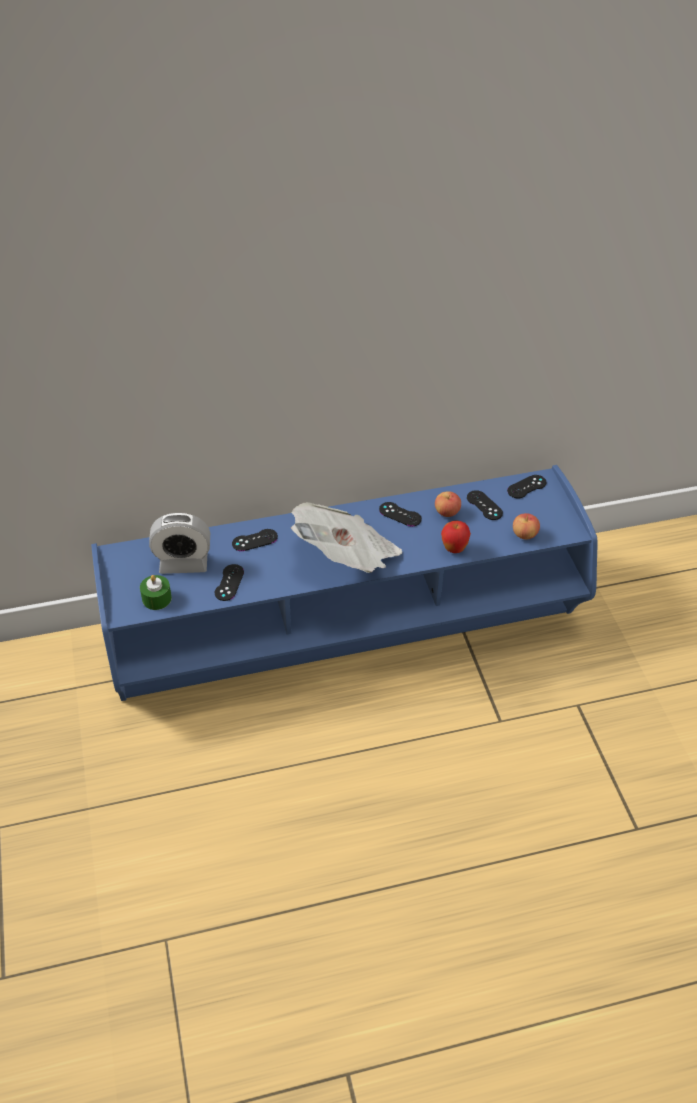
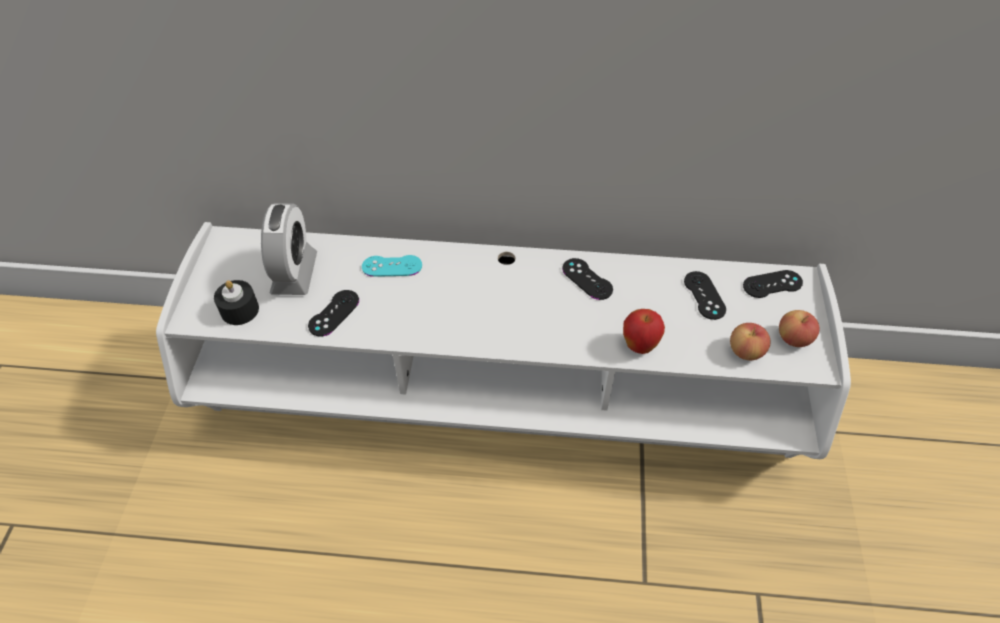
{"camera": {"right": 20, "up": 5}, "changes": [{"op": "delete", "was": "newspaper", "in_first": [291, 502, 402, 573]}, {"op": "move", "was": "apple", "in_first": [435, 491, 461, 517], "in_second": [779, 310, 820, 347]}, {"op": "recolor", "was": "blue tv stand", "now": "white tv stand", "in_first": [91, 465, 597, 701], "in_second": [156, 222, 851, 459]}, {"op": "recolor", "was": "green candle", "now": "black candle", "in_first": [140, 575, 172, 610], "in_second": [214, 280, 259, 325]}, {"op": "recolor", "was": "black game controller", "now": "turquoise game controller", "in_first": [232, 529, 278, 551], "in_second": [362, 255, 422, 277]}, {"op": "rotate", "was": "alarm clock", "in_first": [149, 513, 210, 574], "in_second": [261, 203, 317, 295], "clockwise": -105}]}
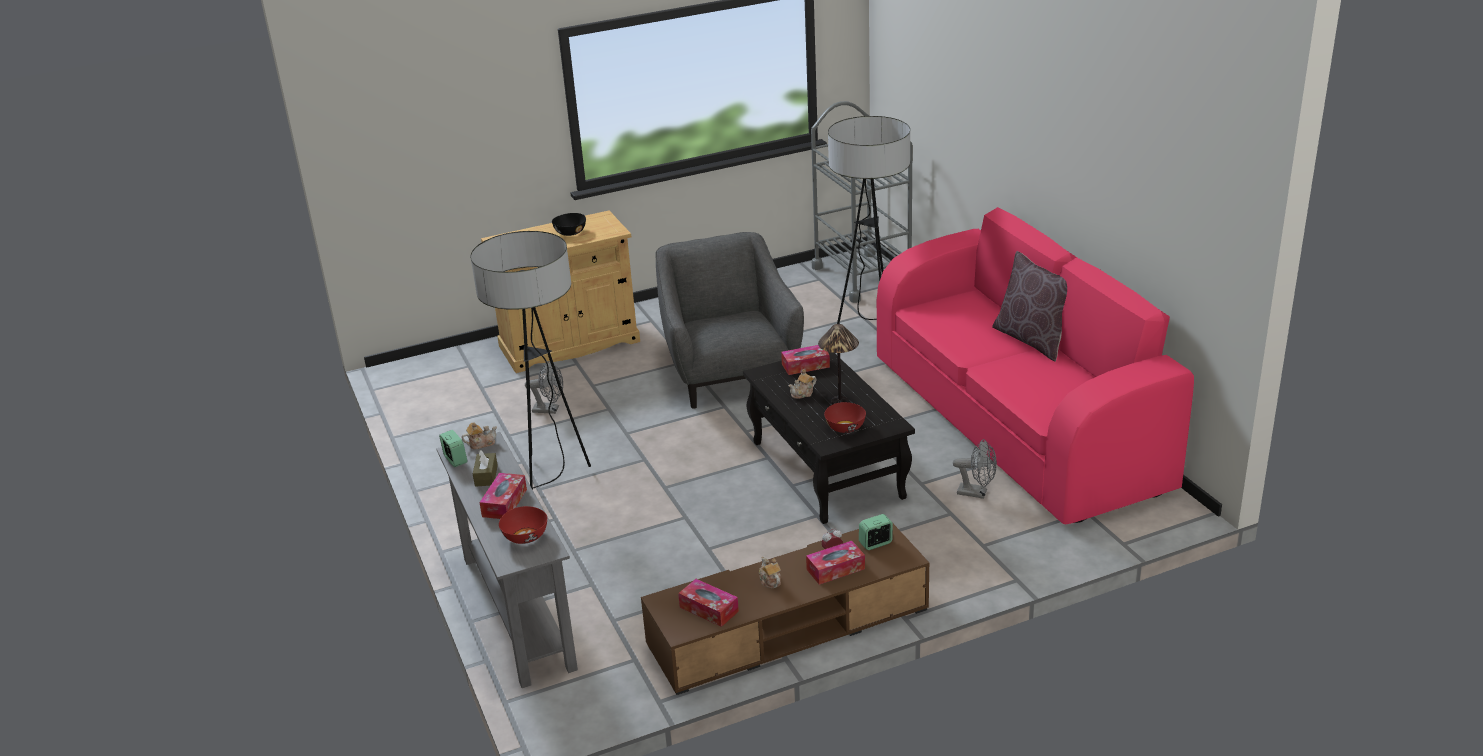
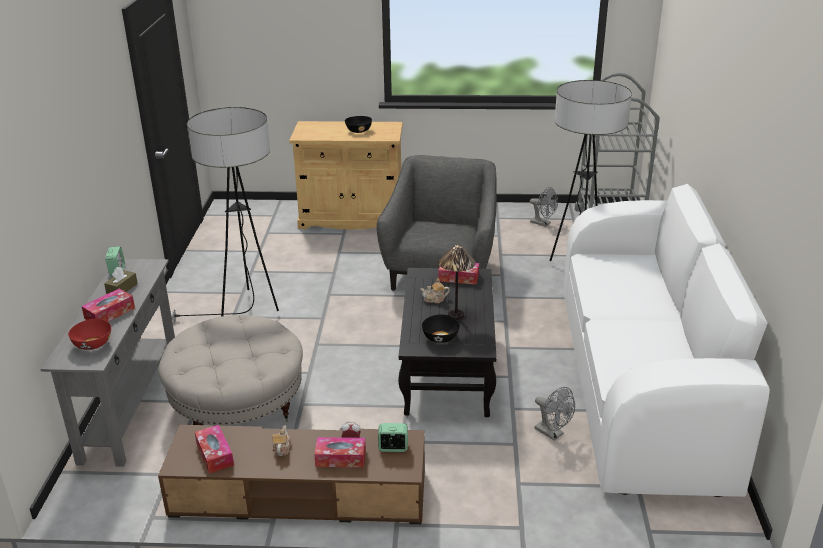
{"camera": {"right": 25, "up": 0}, "changes": [{"op": "delete", "was": "teapot", "in_first": [462, 422, 497, 449]}, {"op": "delete", "was": "brown pillow", "in_first": [992, 251, 1067, 362]}, {"op": "insert", "now": "beige ottoman", "in_second": [158, 315, 303, 425]}, {"op": "move", "was": "grey fan", "in_first": [525, 361, 563, 414], "in_second": [530, 187, 558, 227]}, {"op": "recolor", "was": "red bowl", "now": "black bowl", "in_first": [824, 402, 866, 433], "in_second": [422, 314, 460, 343]}, {"op": "recolor", "was": "pink sofa", "now": "white sofa", "in_first": [877, 207, 1194, 524], "in_second": [563, 184, 770, 497]}]}
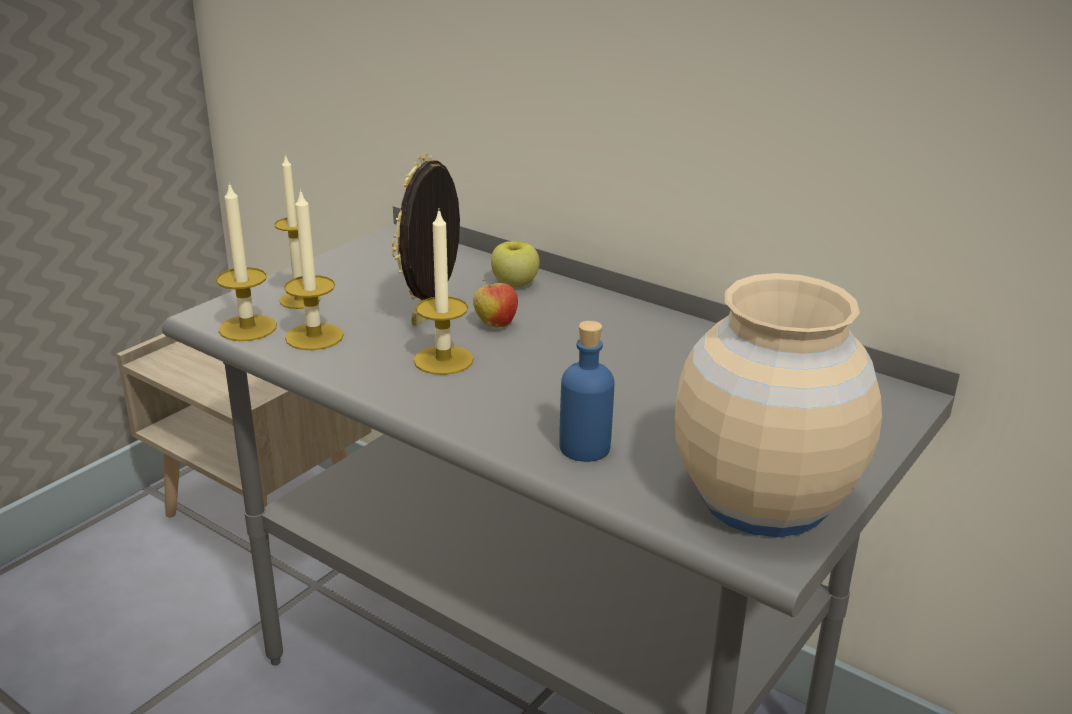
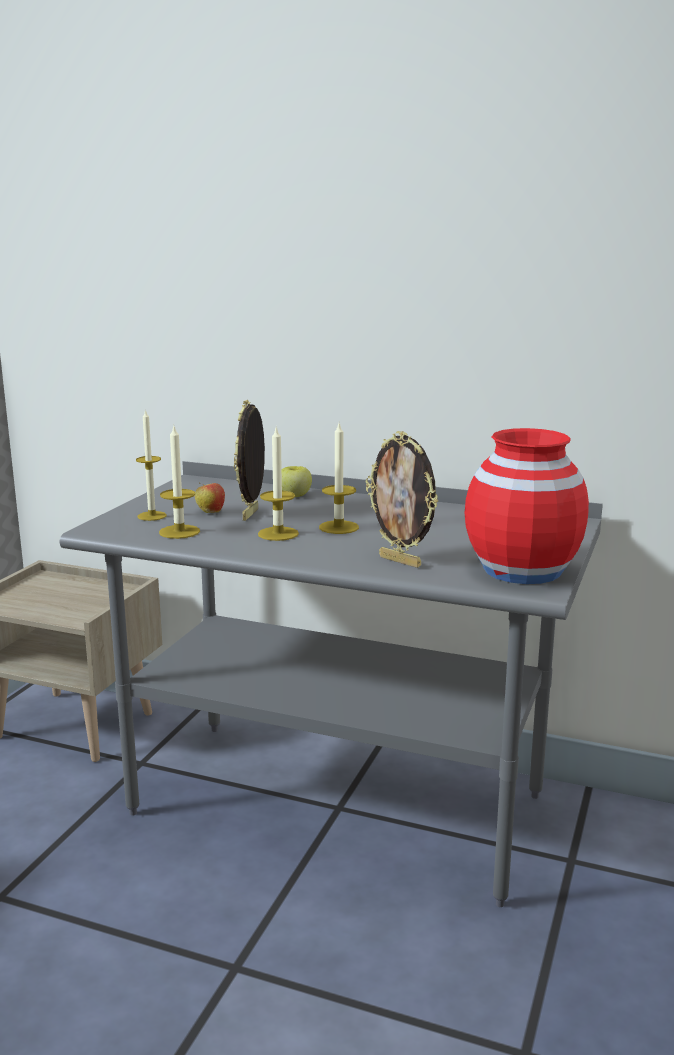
{"camera": {"right": -15, "up": -10}, "changes": [{"op": "move", "was": "candle", "in_first": [216, 182, 277, 341], "in_second": [319, 423, 359, 534]}, {"op": "move", "was": "apple", "in_first": [473, 279, 518, 328], "in_second": [195, 482, 225, 513]}, {"op": "replace", "was": "blue bottle", "now": "picture frame", "in_first": [559, 321, 615, 462], "in_second": [366, 431, 438, 568]}, {"op": "recolor", "was": "beige vase", "now": "red vase", "in_first": [675, 273, 882, 537], "in_second": [465, 428, 589, 584]}]}
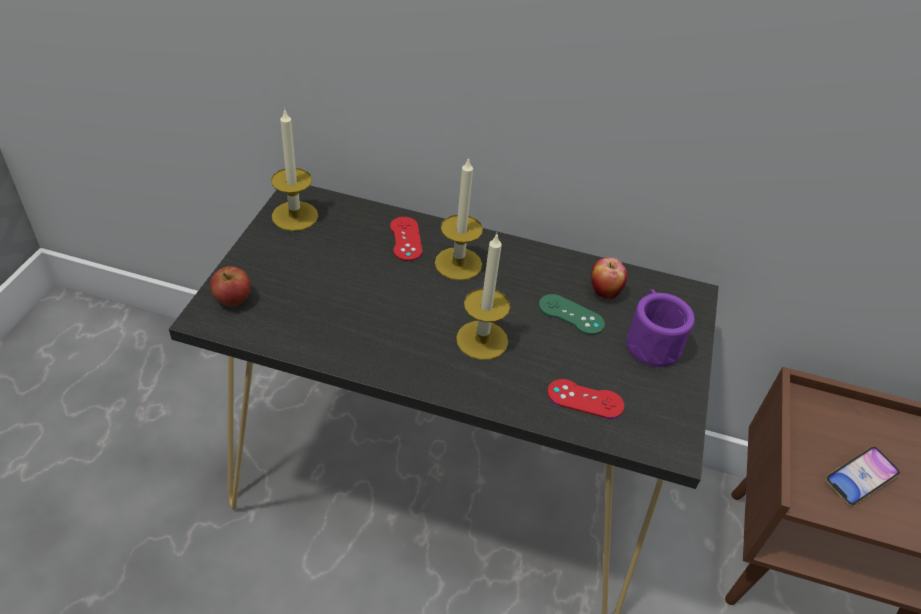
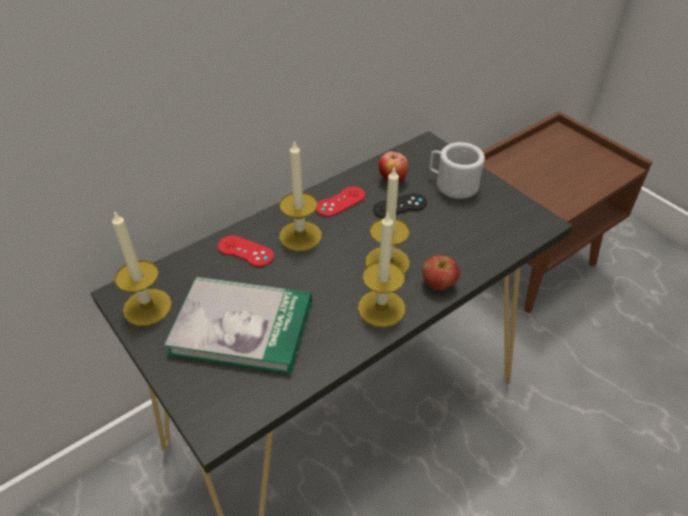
{"camera": {"right": -50, "up": 0}, "changes": [{"op": "delete", "was": "phone", "in_first": [825, 446, 900, 506]}, {"op": "insert", "now": "book", "in_second": [164, 277, 312, 374]}, {"op": "insert", "now": "candle", "in_second": [358, 213, 405, 327]}, {"op": "move", "was": "apple", "in_first": [210, 266, 251, 307], "in_second": [422, 255, 460, 290]}, {"op": "move", "was": "red game controller", "in_first": [547, 379, 624, 419], "in_second": [316, 186, 365, 217]}, {"op": "recolor", "was": "green game controller", "now": "black game controller", "in_first": [539, 294, 605, 335], "in_second": [373, 193, 427, 218]}, {"op": "recolor", "was": "purple mug", "now": "white mug", "in_first": [626, 289, 695, 367], "in_second": [429, 142, 485, 199]}]}
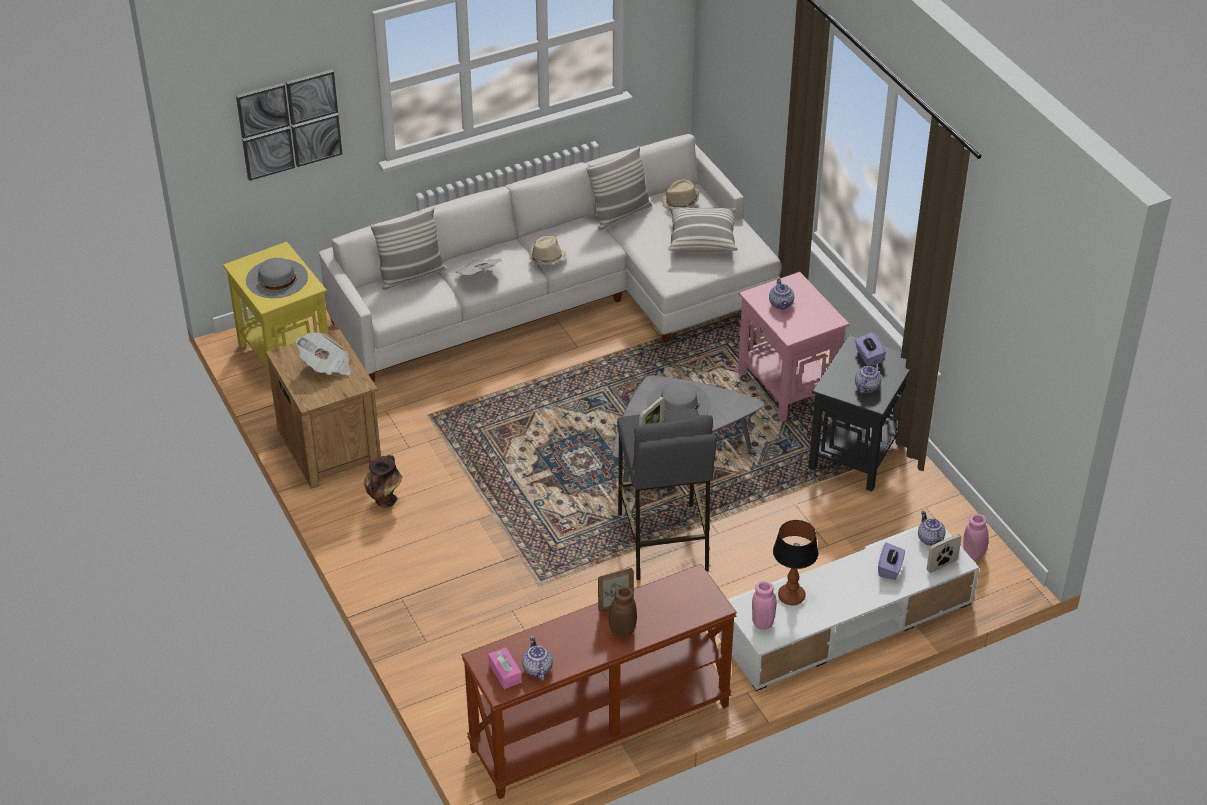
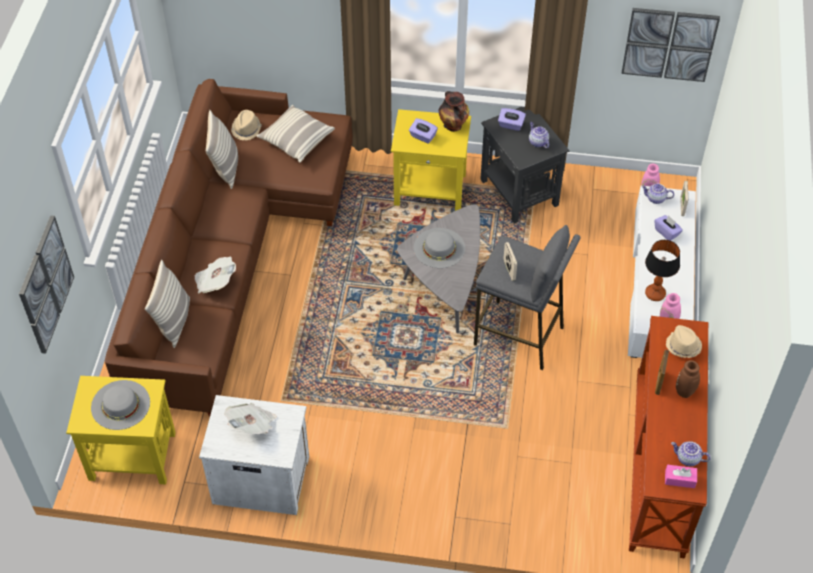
{"camera": {"right": -55, "up": 10}, "changes": [{"op": "insert", "now": "picture", "in_second": [622, 8, 720, 82]}, {"op": "move", "was": "vase", "in_first": [364, 455, 402, 508], "in_second": [438, 91, 469, 132]}, {"op": "move", "was": "beige hat", "in_first": [529, 236, 566, 265], "in_second": [666, 325, 702, 358]}, {"op": "replace", "was": "teapot", "now": "purple tissue box", "in_first": [769, 278, 794, 310], "in_second": [409, 118, 438, 144]}, {"op": "recolor", "was": "brown nightstand", "now": "white nightstand", "in_first": [266, 329, 381, 489], "in_second": [199, 395, 309, 515]}, {"op": "recolor", "was": "white sofa", "now": "brown sofa", "in_first": [319, 134, 782, 381], "in_second": [104, 79, 353, 417]}, {"op": "recolor", "was": "pink side table", "now": "yellow side table", "in_first": [738, 272, 850, 422], "in_second": [391, 109, 471, 211]}]}
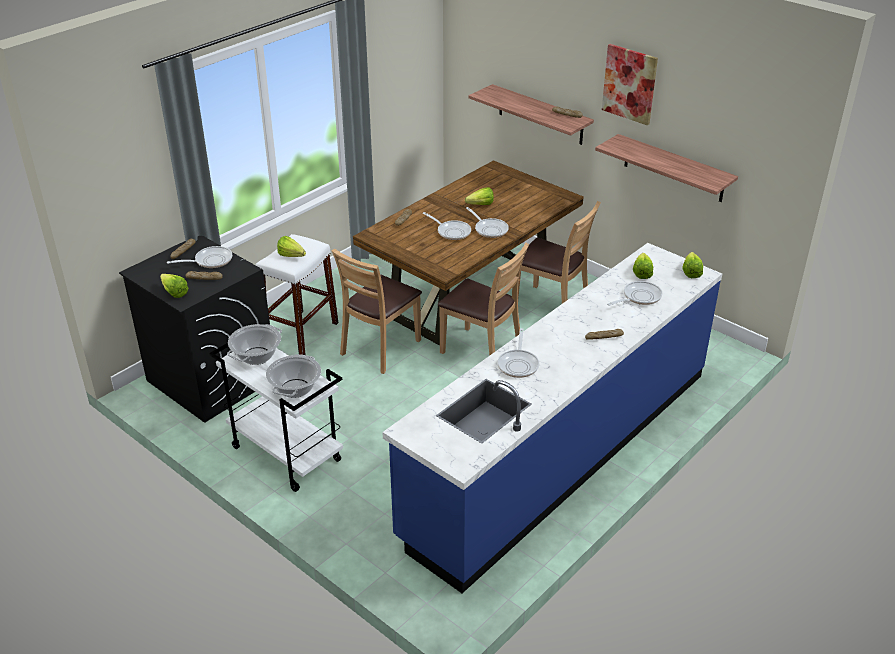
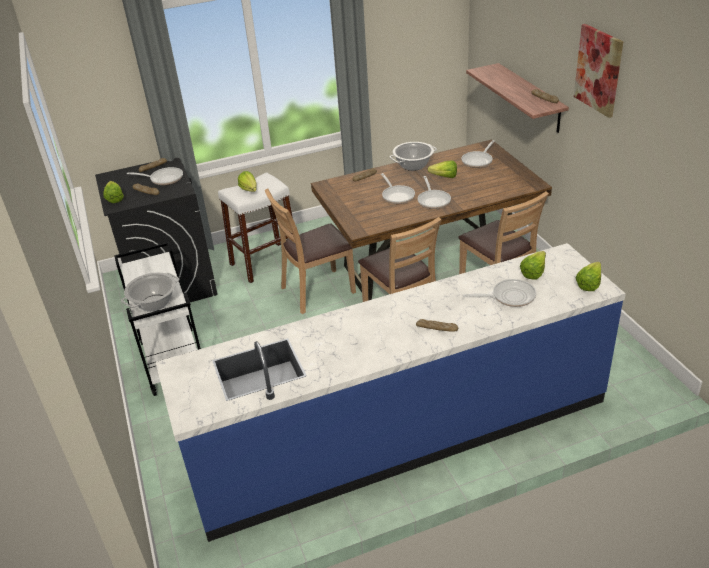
{"camera": {"right": 30, "up": 0}, "changes": [{"op": "delete", "was": "shelf", "in_first": [595, 134, 738, 202]}, {"op": "move", "was": "cooking pot", "in_first": [227, 324, 282, 365], "in_second": [389, 142, 437, 171]}, {"op": "move", "was": "frying pan", "in_first": [497, 328, 539, 378], "in_second": [461, 140, 495, 168]}]}
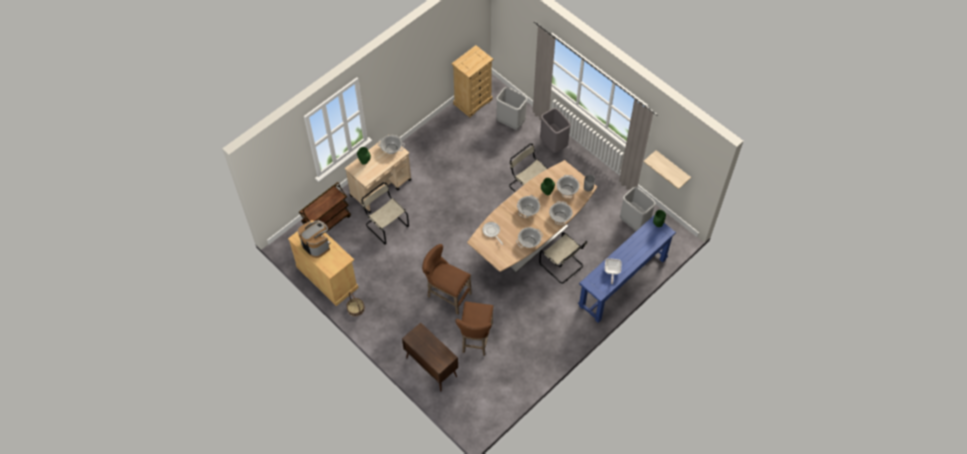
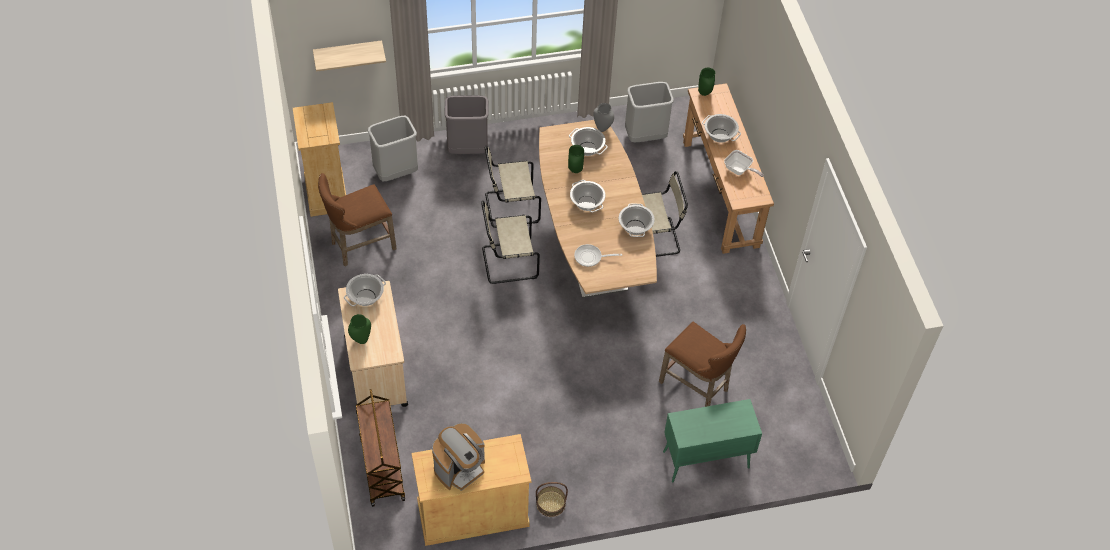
{"camera": {"right": -60, "up": -5}, "changes": [{"op": "move", "was": "beige chair", "in_first": [361, 182, 409, 244], "in_second": [481, 201, 540, 284]}, {"op": "move", "was": "brown stool", "in_first": [422, 244, 472, 315], "in_second": [318, 173, 397, 267]}, {"op": "move", "was": "cooking pot", "in_first": [549, 201, 572, 225], "in_second": [702, 114, 741, 143]}, {"op": "move", "was": "shelf", "in_first": [643, 150, 691, 189], "in_second": [313, 40, 386, 72]}, {"op": "recolor", "was": "brown cabinet", "now": "green cabinet", "in_first": [402, 322, 458, 391], "in_second": [663, 399, 762, 482]}, {"op": "recolor", "was": "blue console table", "now": "brown console table", "in_first": [578, 215, 676, 323], "in_second": [683, 83, 774, 254]}, {"op": "rotate", "was": "coffee machine", "in_first": [298, 221, 331, 258], "in_second": [432, 423, 485, 491], "clockwise": 150}]}
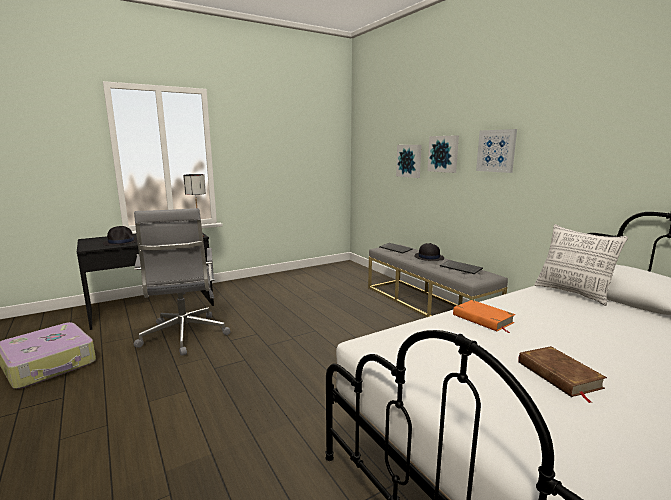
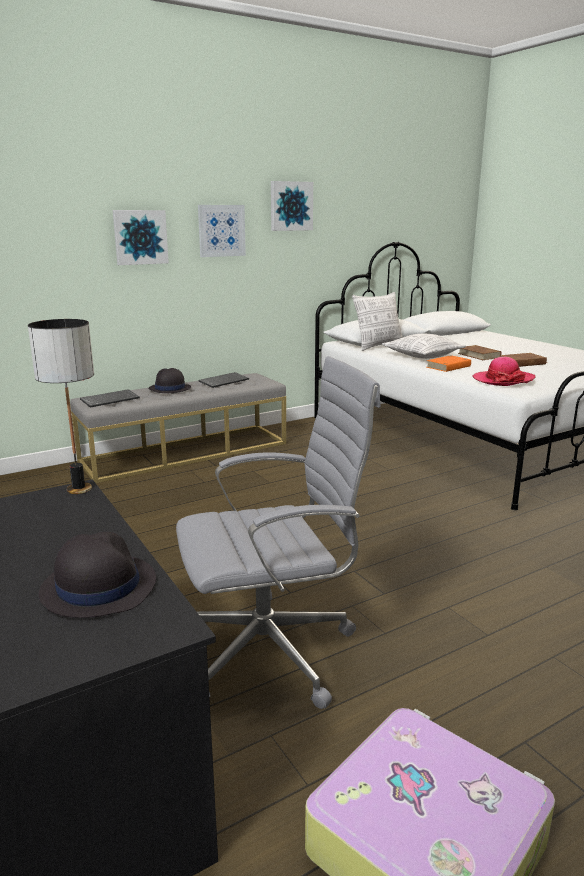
{"camera": {"right": -90, "up": 5}, "changes": [{"op": "insert", "now": "pillow", "in_second": [382, 334, 466, 359]}, {"op": "insert", "now": "brown book", "in_second": [458, 345, 501, 360]}, {"op": "insert", "now": "hat", "in_second": [472, 357, 536, 386]}, {"op": "move", "was": "picture", "in_first": [396, 145, 422, 178], "in_second": [271, 181, 313, 231]}]}
